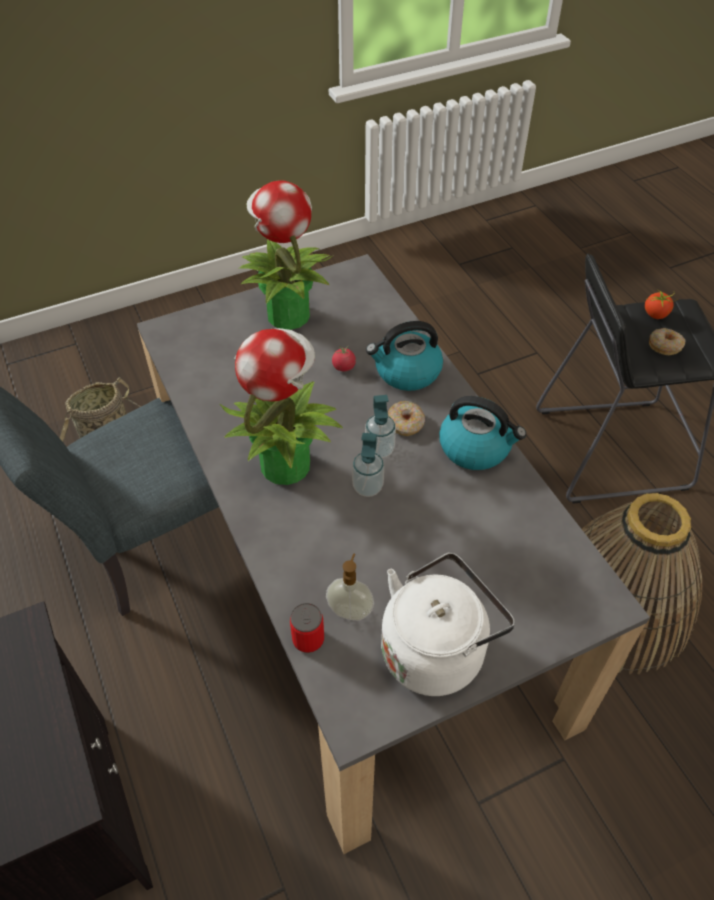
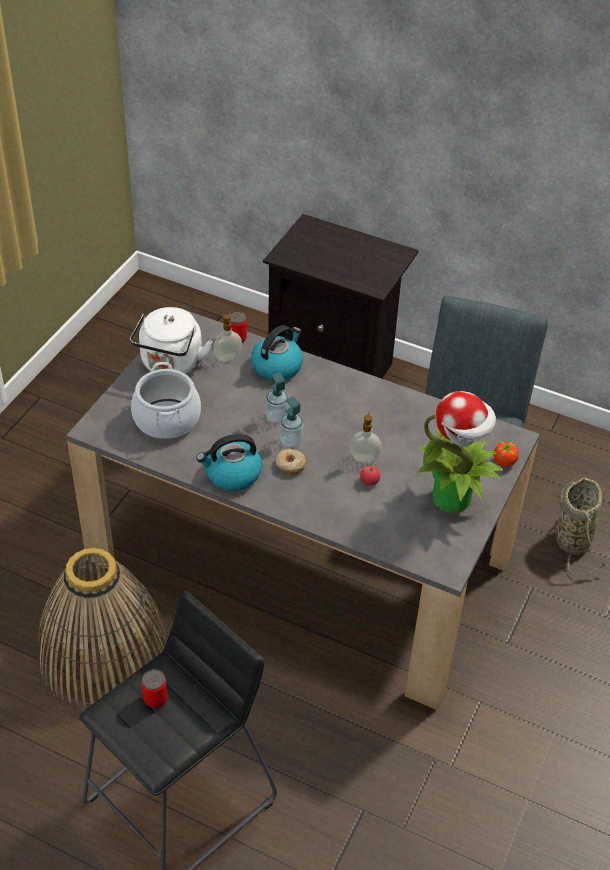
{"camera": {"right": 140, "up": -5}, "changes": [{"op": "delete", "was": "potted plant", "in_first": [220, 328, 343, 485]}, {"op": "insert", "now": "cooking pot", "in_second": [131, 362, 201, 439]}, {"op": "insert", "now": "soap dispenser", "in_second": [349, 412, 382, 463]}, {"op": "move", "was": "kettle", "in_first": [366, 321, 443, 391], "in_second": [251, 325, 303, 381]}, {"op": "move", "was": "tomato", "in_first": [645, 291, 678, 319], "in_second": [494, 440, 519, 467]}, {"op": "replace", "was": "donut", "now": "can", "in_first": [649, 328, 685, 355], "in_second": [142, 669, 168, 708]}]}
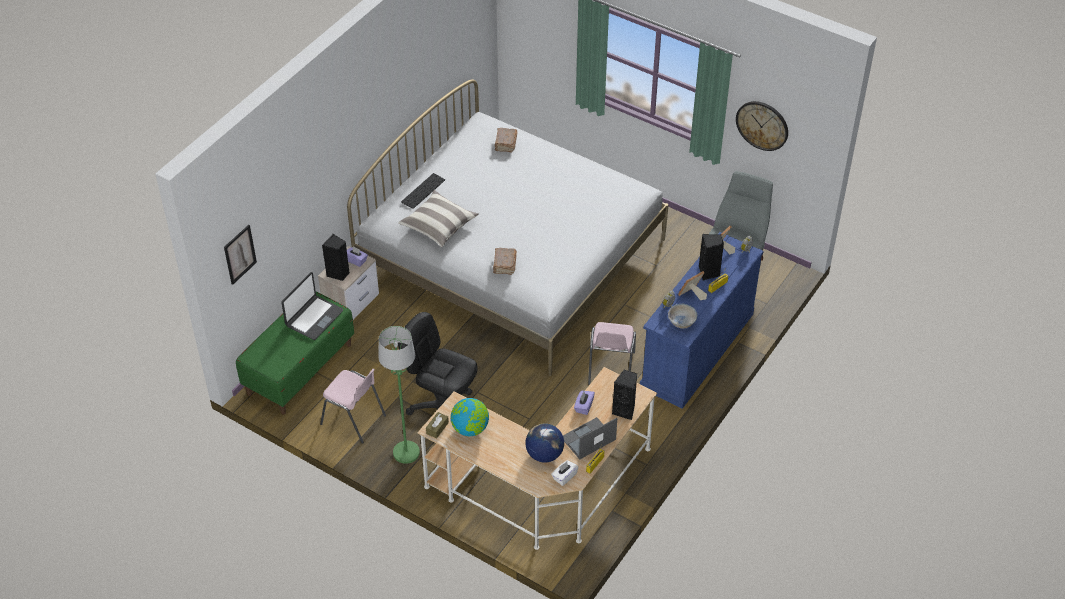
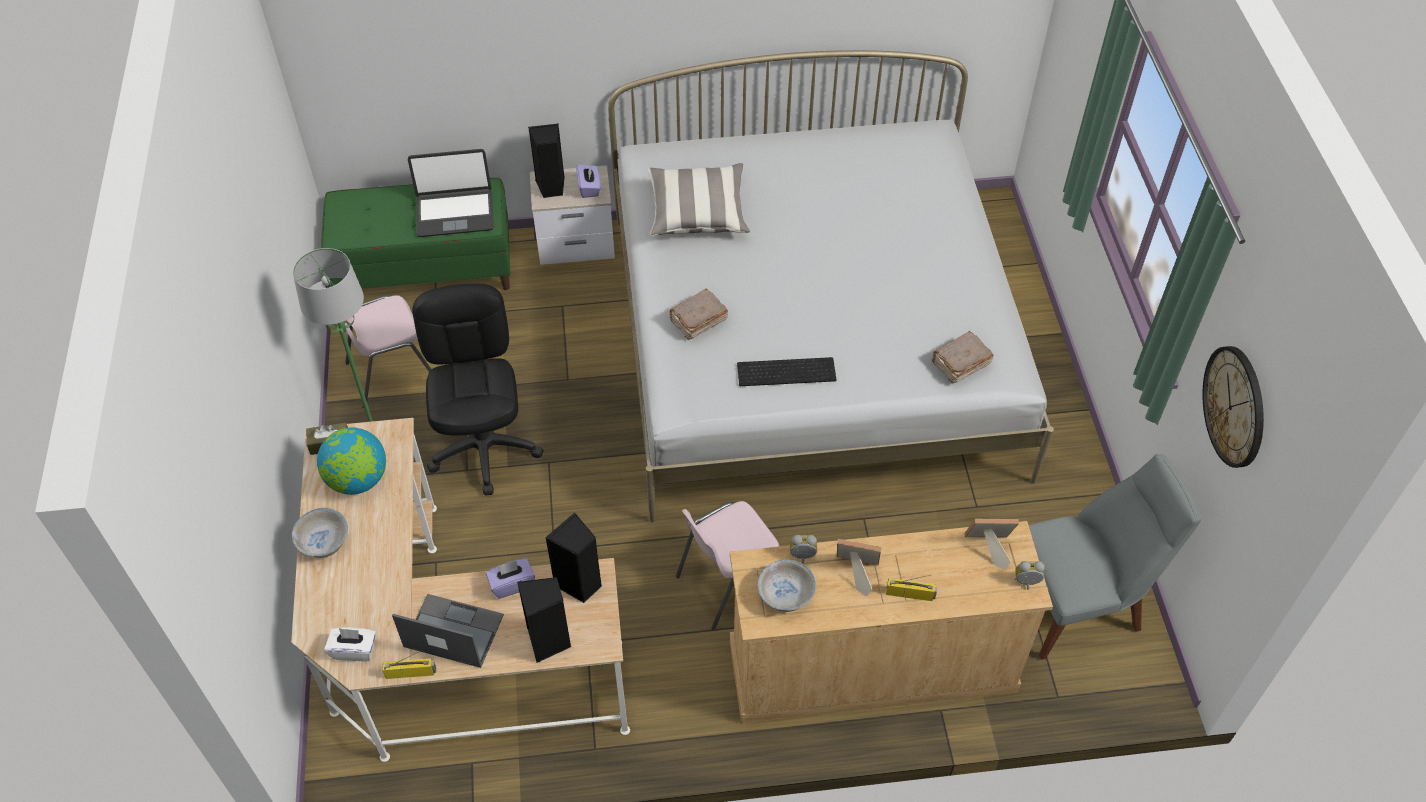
{"camera": {"right": 50, "up": 5}, "changes": [{"op": "delete", "was": "picture", "in_first": [224, 225, 257, 285]}, {"op": "delete", "was": "globe", "in_first": [525, 423, 564, 463]}, {"op": "insert", "now": "white bowl", "in_second": [292, 508, 348, 558]}, {"op": "move", "was": "keyboard", "in_first": [401, 173, 445, 209], "in_second": [737, 357, 836, 386]}, {"op": "move", "was": "brown book", "in_first": [495, 128, 518, 153], "in_second": [932, 331, 994, 383]}, {"op": "move", "was": "black speaker", "in_first": [699, 234, 724, 281], "in_second": [545, 513, 602, 603]}, {"op": "recolor", "was": "blue dresser", "now": "beige dresser", "in_first": [640, 232, 764, 409], "in_second": [730, 521, 1053, 724]}, {"op": "rotate", "was": "pink chair", "in_first": [320, 369, 386, 444], "in_second": [323, 287, 432, 408], "clockwise": 75}]}
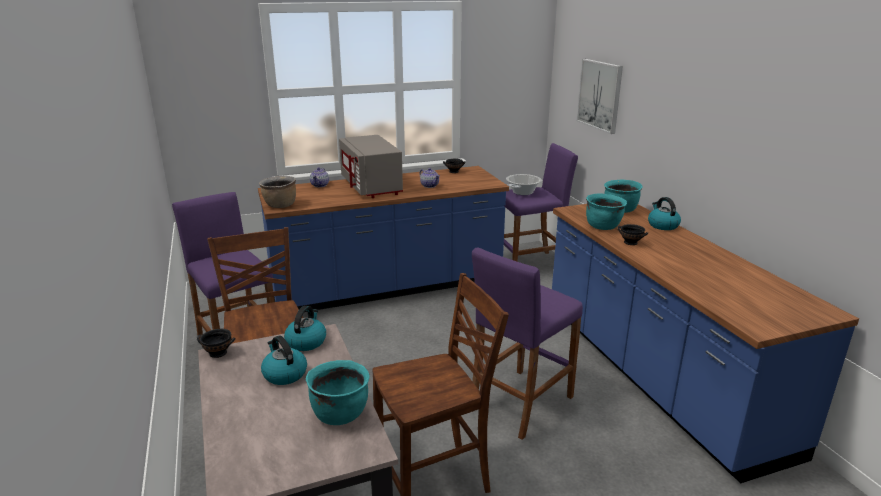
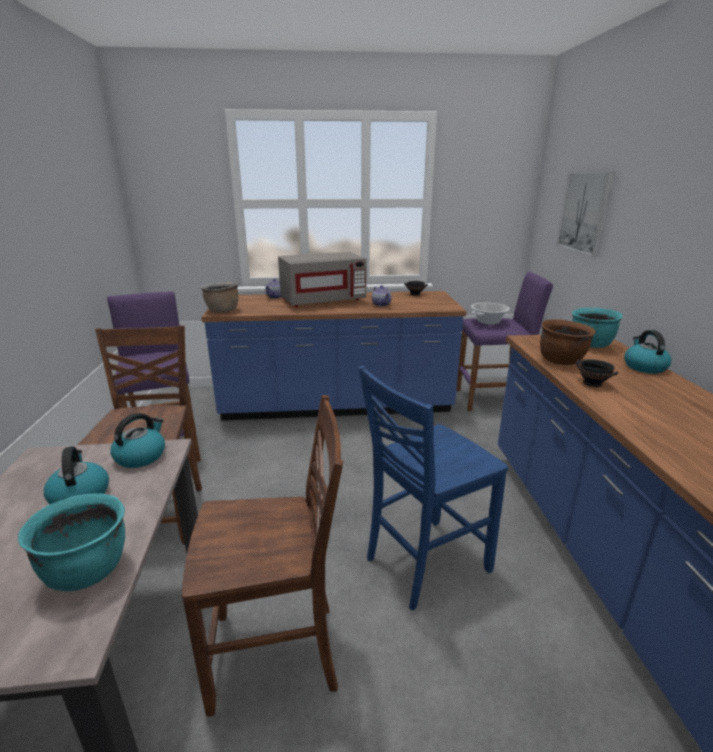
{"camera": {"right": 15, "up": 0}, "changes": [{"op": "delete", "was": "black bowl", "in_first": [197, 329, 235, 358]}, {"op": "replace", "was": "purple stool", "now": "blue chair", "in_first": [472, 248, 583, 440], "in_second": [358, 366, 508, 611]}, {"op": "recolor", "was": "turquoise cooking pot", "now": "brown cooking pot", "in_first": [586, 193, 627, 230], "in_second": [540, 319, 595, 365]}, {"op": "rotate", "was": "grey microwave", "in_first": [339, 135, 403, 198], "in_second": [278, 252, 367, 307], "clockwise": -105}]}
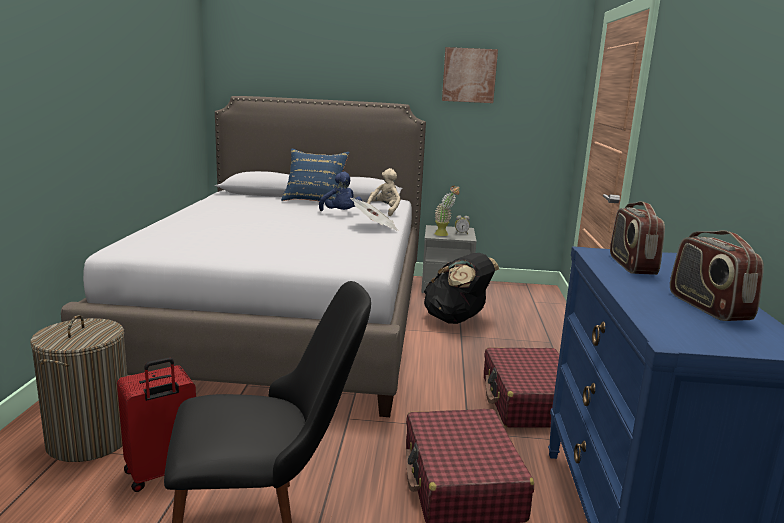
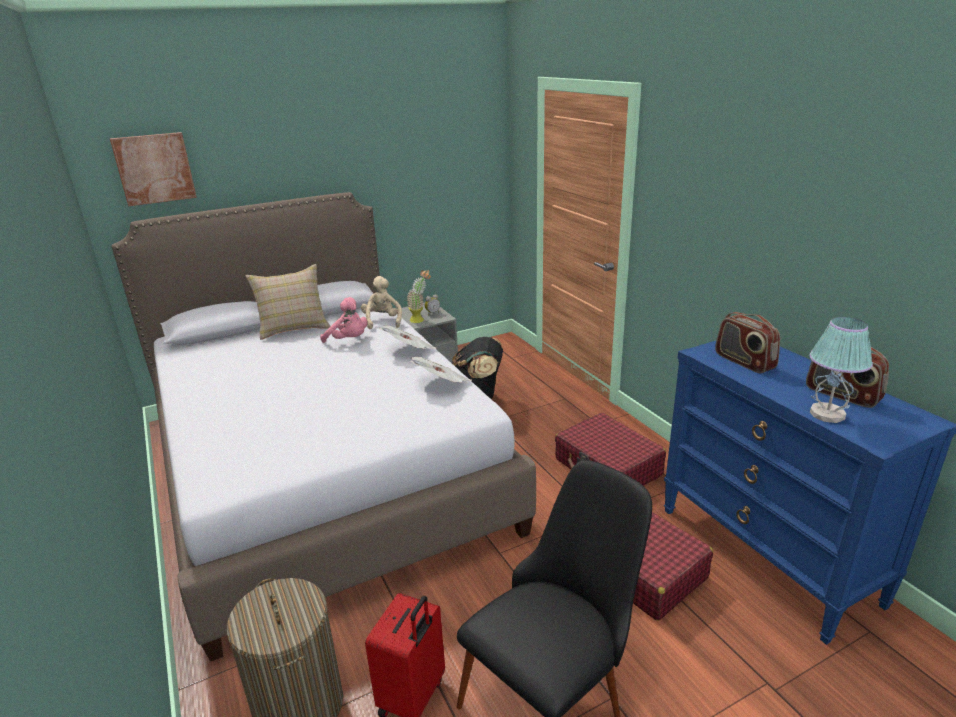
{"camera": {"right": -30, "up": 10}, "changes": [{"op": "insert", "now": "newspaper", "in_second": [410, 357, 472, 383]}, {"op": "insert", "now": "table lamp", "in_second": [810, 317, 873, 423]}, {"op": "move", "was": "picture", "in_first": [442, 47, 498, 103], "in_second": [110, 132, 197, 206]}, {"op": "recolor", "was": "blue pillow", "now": "beige pillow", "in_first": [281, 148, 350, 201], "in_second": [246, 264, 330, 340]}, {"op": "recolor", "was": "blue plush toy", "now": "pink plush toy", "in_first": [319, 172, 362, 211], "in_second": [320, 297, 368, 343]}]}
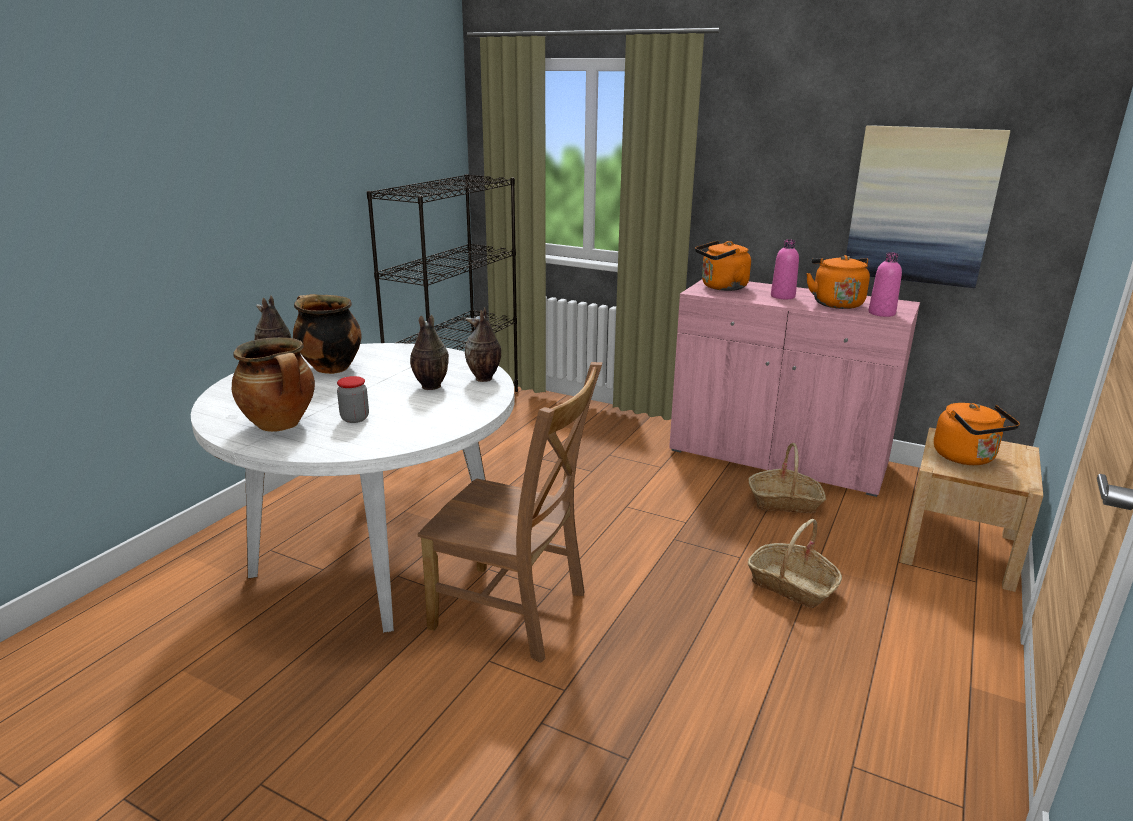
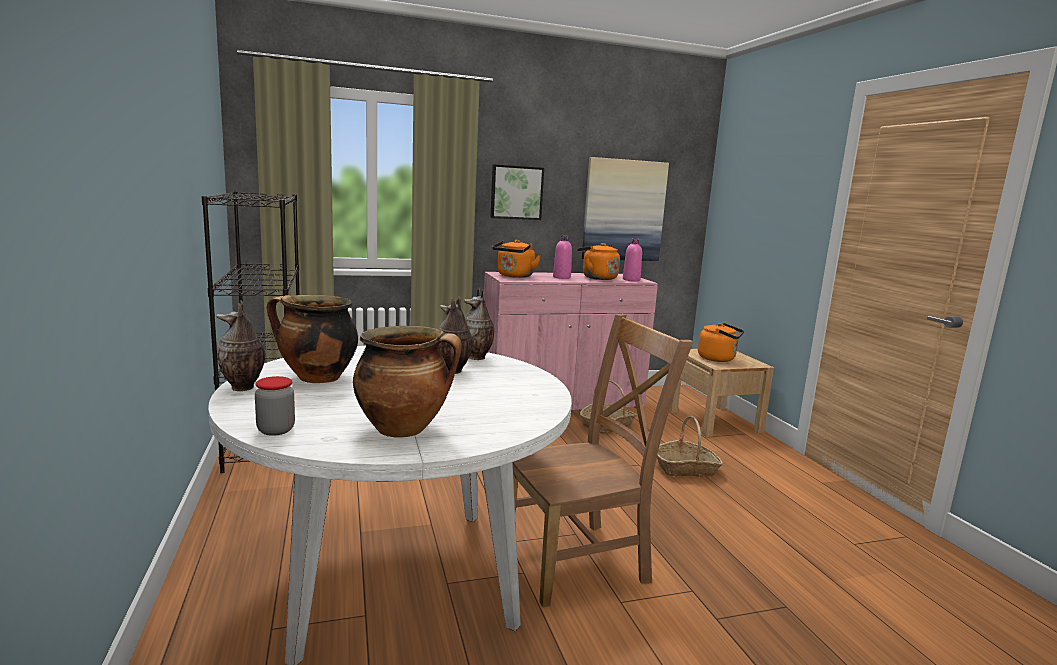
{"camera": {"right": -45, "up": -10}, "changes": [{"op": "insert", "now": "picture", "in_second": [490, 164, 544, 220]}, {"op": "move", "was": "jar", "in_first": [337, 376, 369, 423], "in_second": [255, 376, 295, 436]}]}
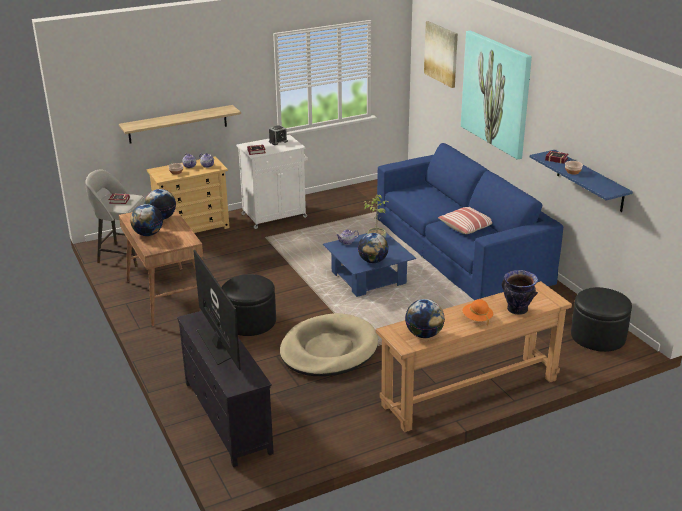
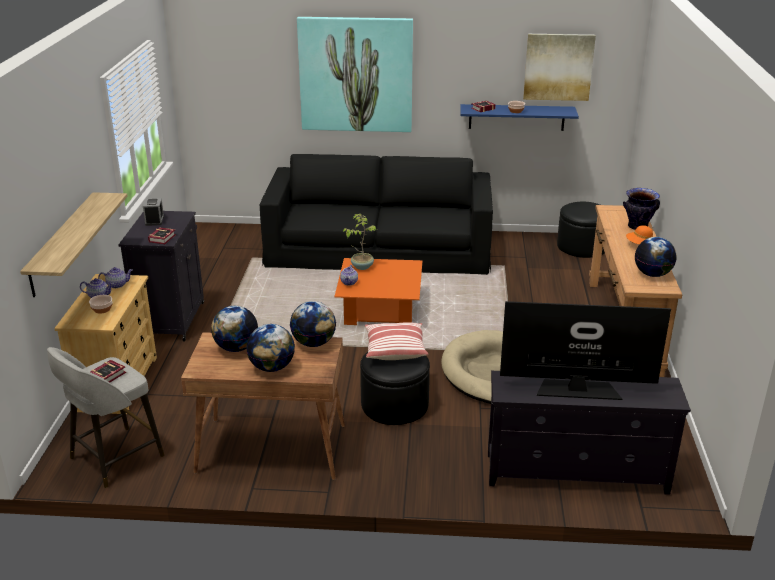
{"camera": {"right": -60, "up": 0}, "changes": [{"op": "move", "was": "globe", "in_first": [358, 233, 389, 263], "in_second": [290, 301, 336, 347]}, {"op": "move", "was": "picture", "in_first": [424, 21, 458, 88], "in_second": [523, 34, 596, 101]}, {"op": "move", "was": "pillow", "in_first": [438, 207, 492, 234], "in_second": [365, 323, 428, 360]}, {"op": "recolor", "was": "white cabinet", "now": "black cabinet", "in_first": [236, 135, 308, 229], "in_second": [118, 211, 204, 341]}, {"op": "recolor", "was": "blue coffee table", "now": "orange coffee table", "in_first": [323, 233, 416, 297], "in_second": [334, 258, 422, 325]}, {"op": "recolor", "was": "blue sofa", "now": "black sofa", "in_first": [376, 143, 563, 300], "in_second": [260, 154, 493, 275]}]}
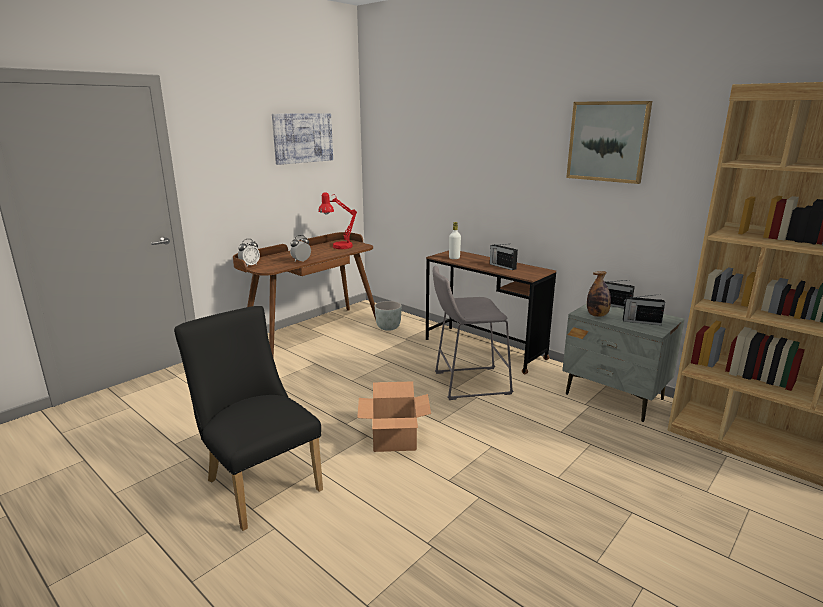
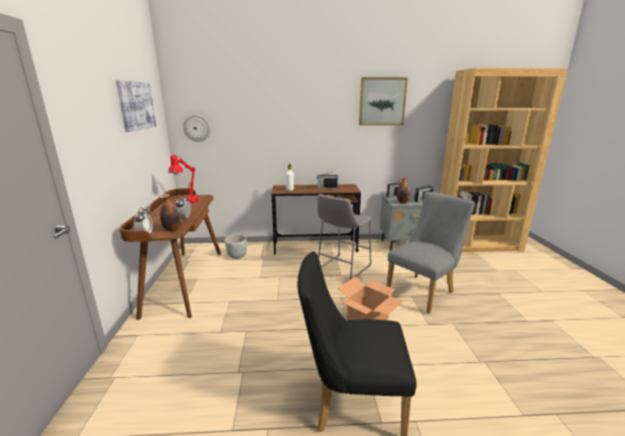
{"camera": {"right": -45, "up": 0}, "changes": [{"op": "insert", "now": "bottle", "in_second": [159, 194, 182, 232]}, {"op": "insert", "now": "wall clock", "in_second": [183, 114, 210, 142]}, {"op": "insert", "now": "grey chair", "in_second": [387, 192, 475, 314]}]}
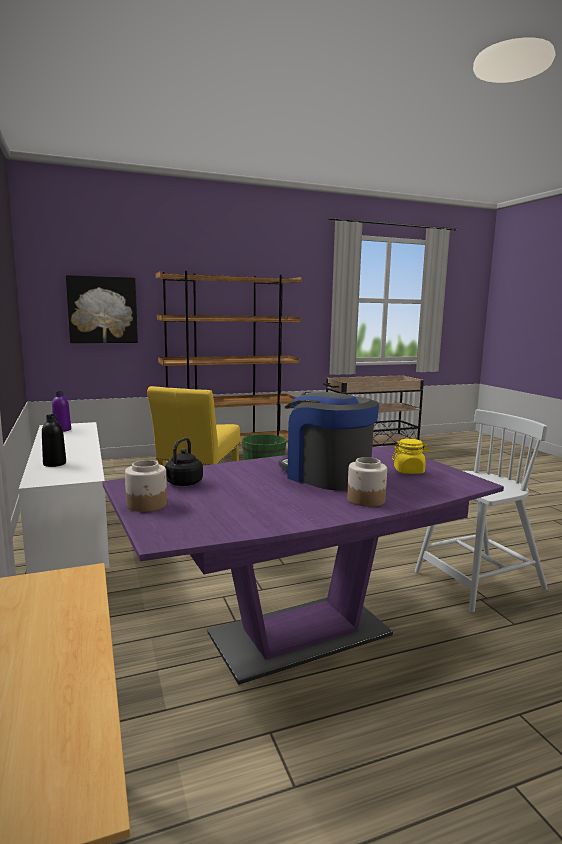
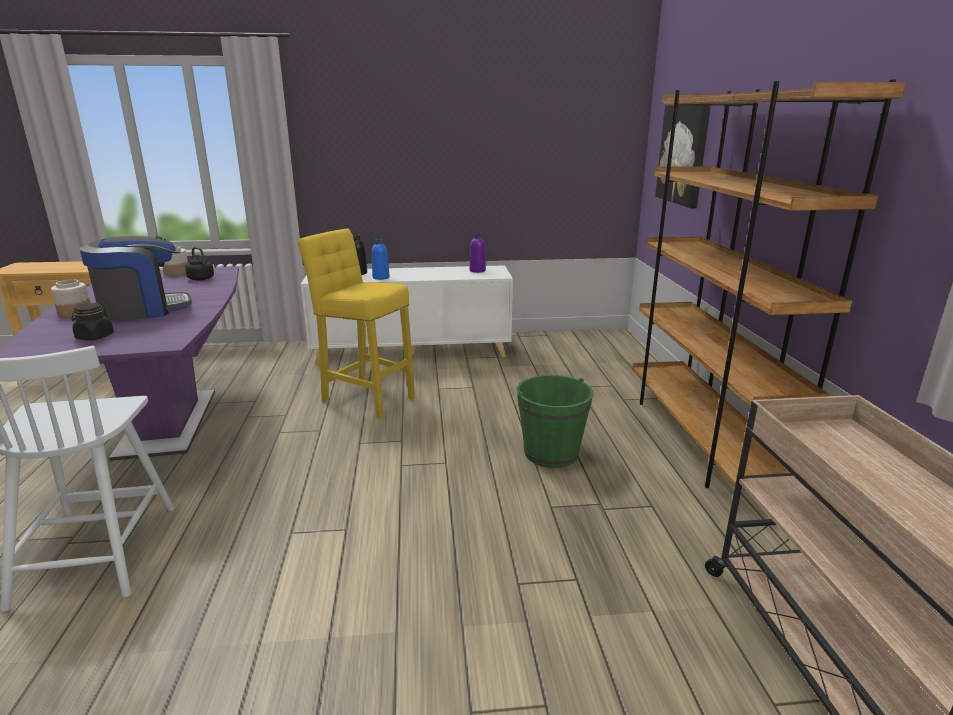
{"camera": {"right": 105, "up": 10}, "changes": [{"op": "insert", "now": "blue bottle", "in_second": [372, 238, 390, 280]}, {"op": "recolor", "was": "yellow jar", "now": "black jar", "in_first": [392, 439, 429, 474], "in_second": [71, 303, 114, 340]}]}
